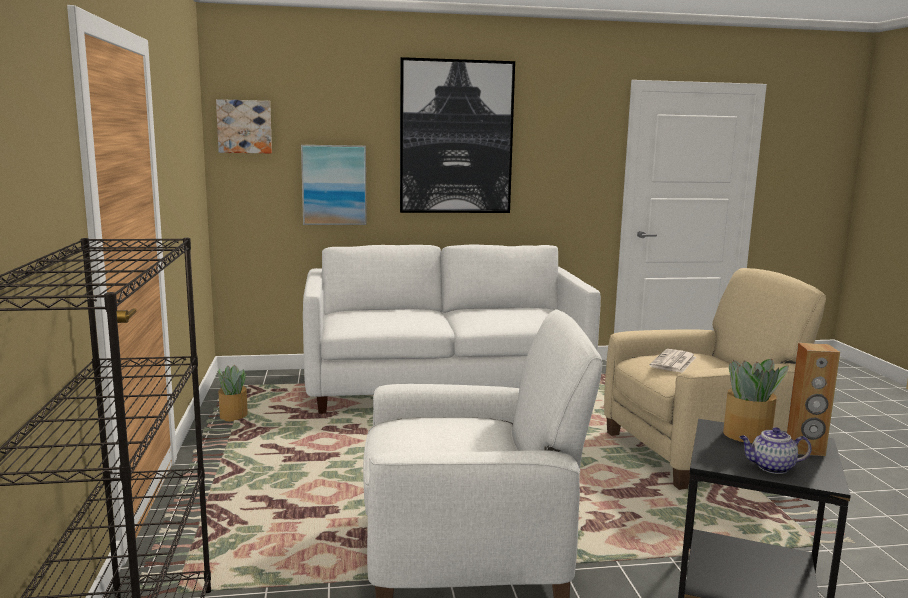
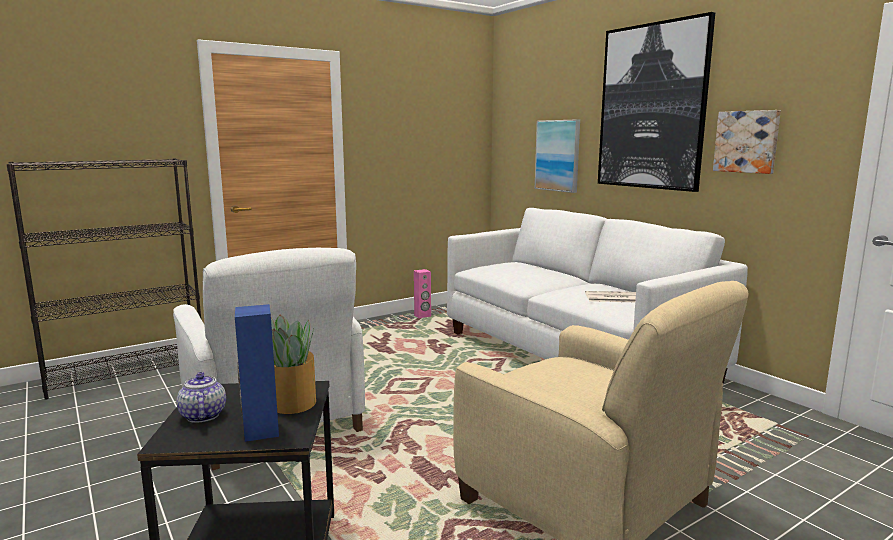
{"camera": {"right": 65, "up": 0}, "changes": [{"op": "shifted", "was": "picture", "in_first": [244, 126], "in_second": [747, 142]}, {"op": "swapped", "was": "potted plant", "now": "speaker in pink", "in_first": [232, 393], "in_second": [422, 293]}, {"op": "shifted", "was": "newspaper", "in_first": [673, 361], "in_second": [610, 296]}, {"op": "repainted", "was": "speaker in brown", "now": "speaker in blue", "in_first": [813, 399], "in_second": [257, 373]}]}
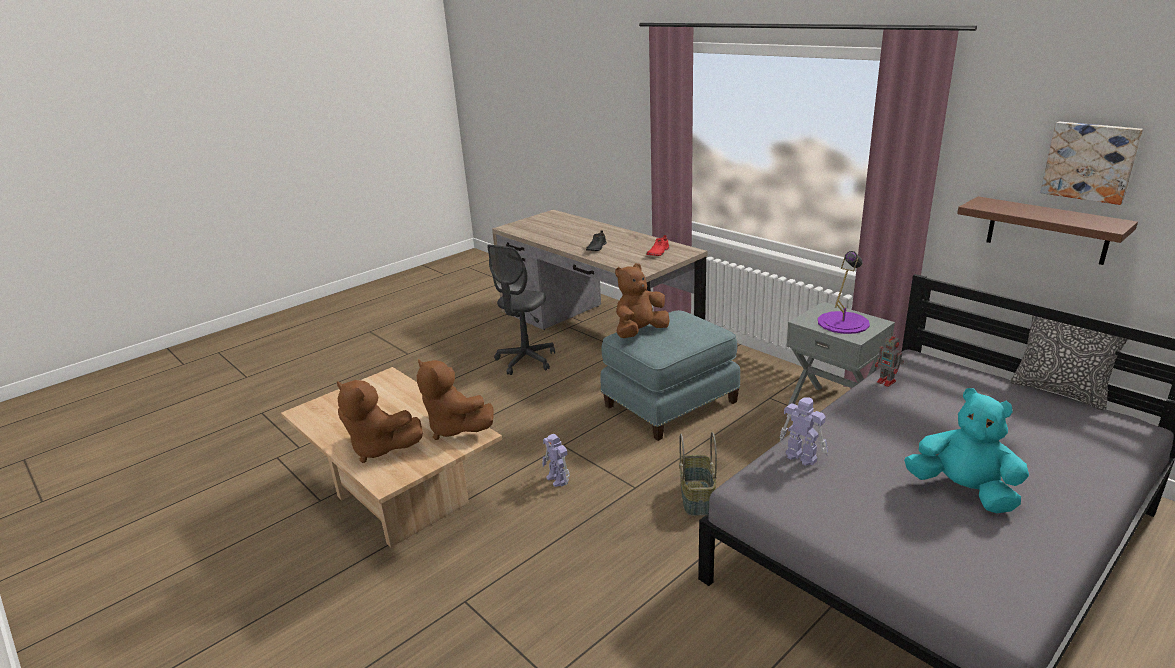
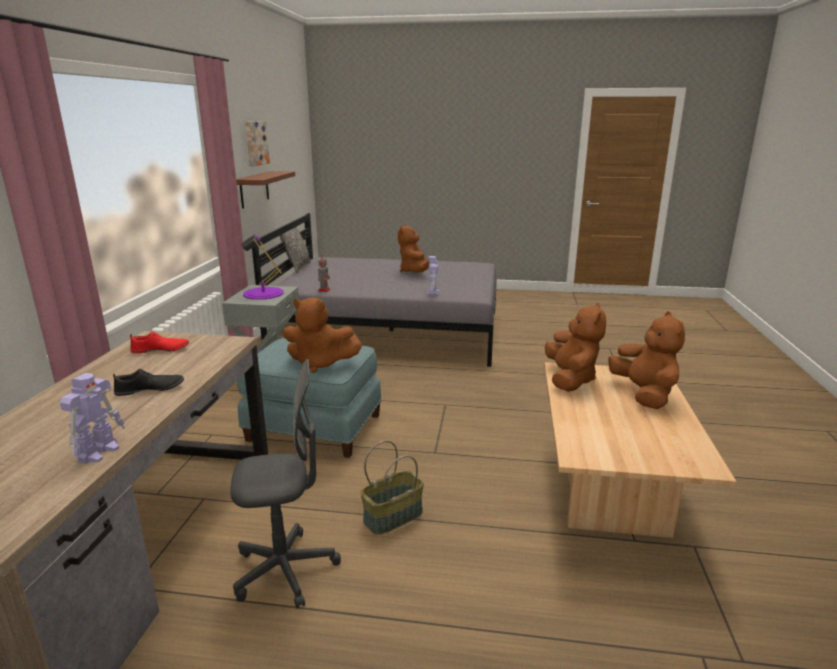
{"camera": {"right": -130, "up": -5}, "changes": [{"op": "shifted", "was": "toy robot", "in_first": [556, 460], "in_second": [92, 418]}, {"op": "shifted", "was": "basket", "in_first": [698, 474], "in_second": [392, 487]}, {"op": "repainted", "was": "plush toy in turquoise", "now": "plush toy in brown", "in_first": [966, 450], "in_second": [413, 249]}]}
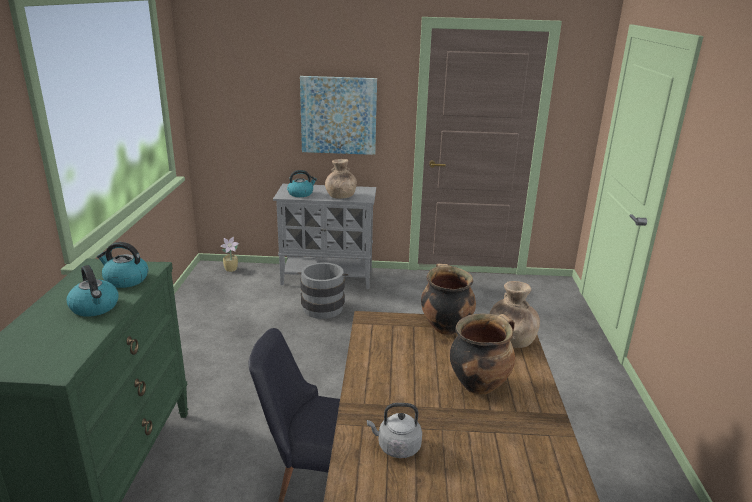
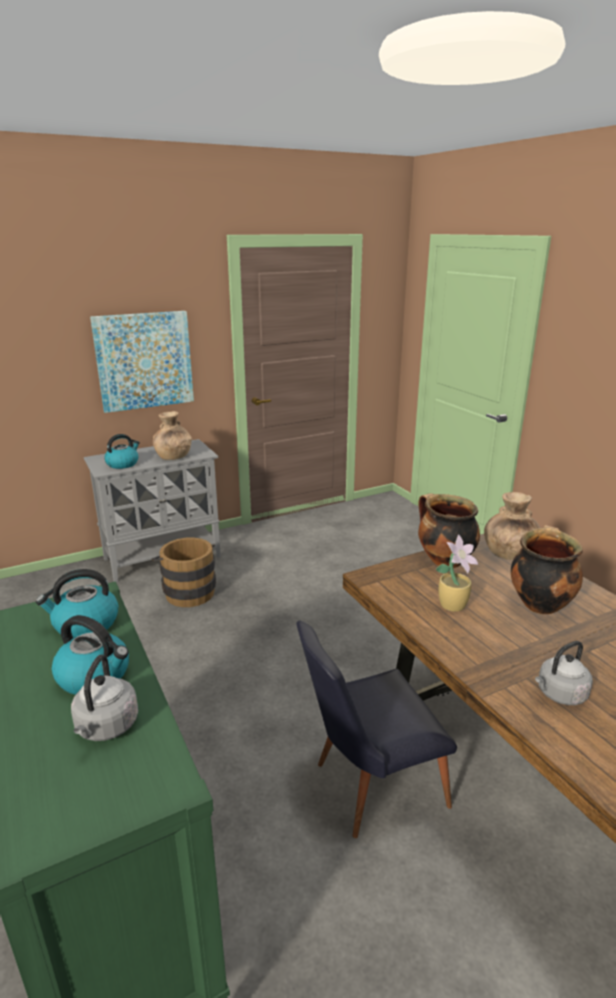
{"camera": {"right": -30, "up": 0}, "changes": [{"op": "shifted", "was": "potted plant", "in_first": [229, 254], "in_second": [456, 573]}, {"op": "repainted", "was": "bucket in grey", "now": "bucket in brown", "in_first": [322, 290], "in_second": [184, 572]}, {"op": "new", "now": "kettle in grey", "in_second": [104, 698]}]}
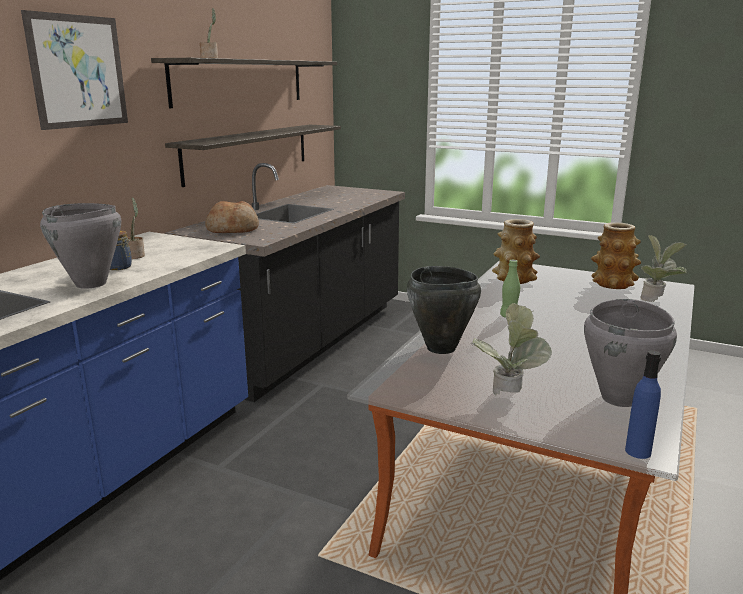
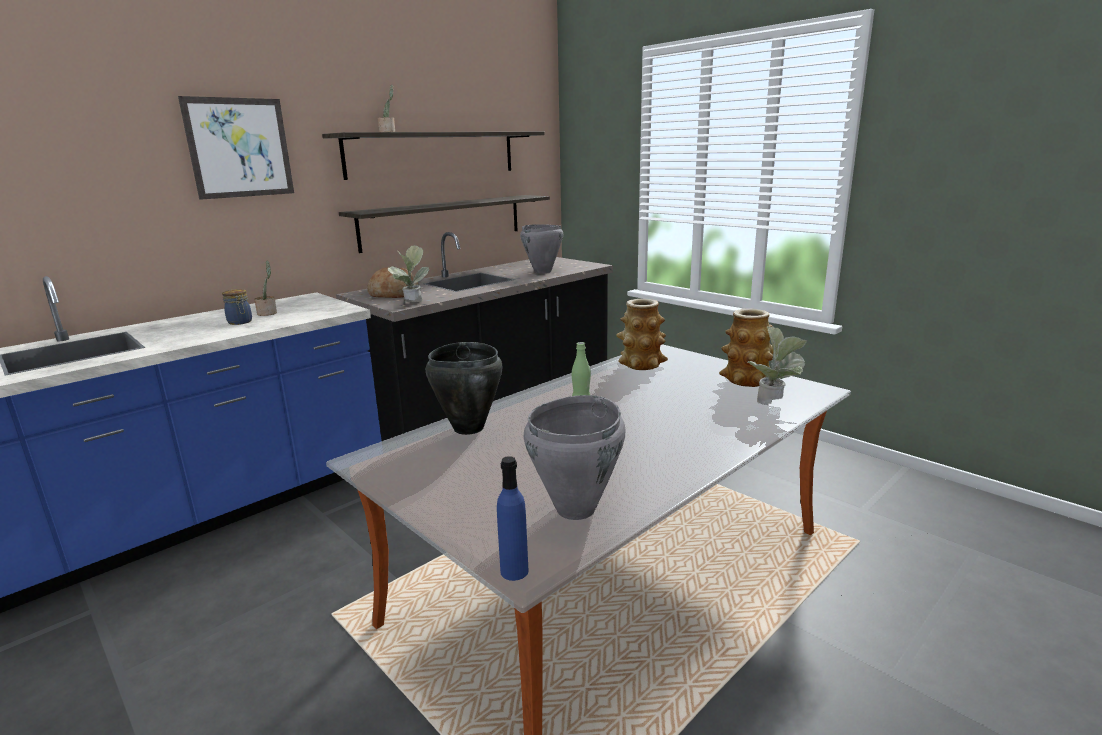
{"camera": {"right": 20, "up": 0}, "changes": [{"op": "shifted", "was": "cooking pot in grey", "in_first": [80, 246], "in_second": [541, 248]}, {"op": "shifted", "was": "potted plant", "in_first": [512, 349], "in_second": [408, 274]}]}
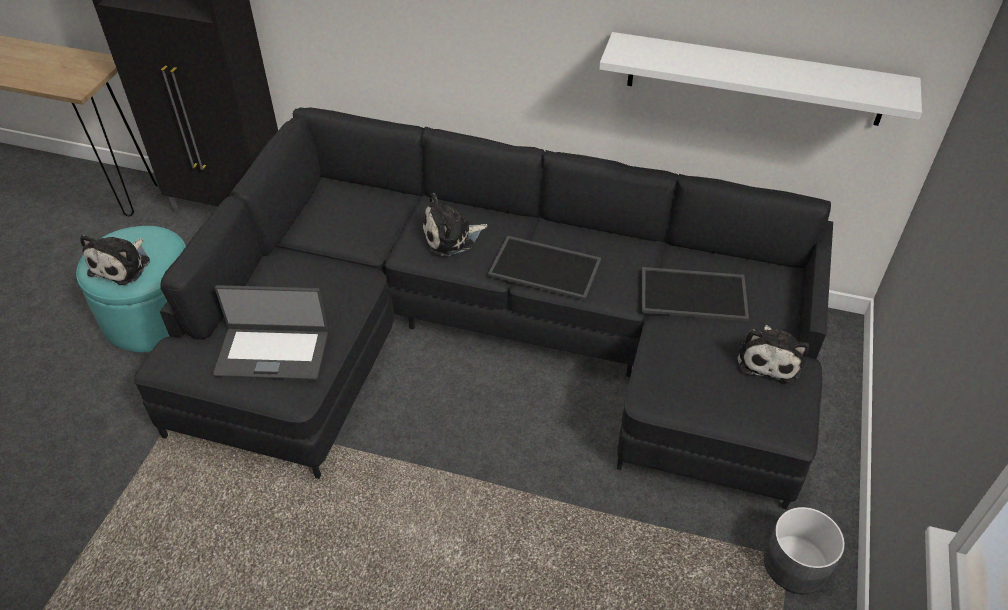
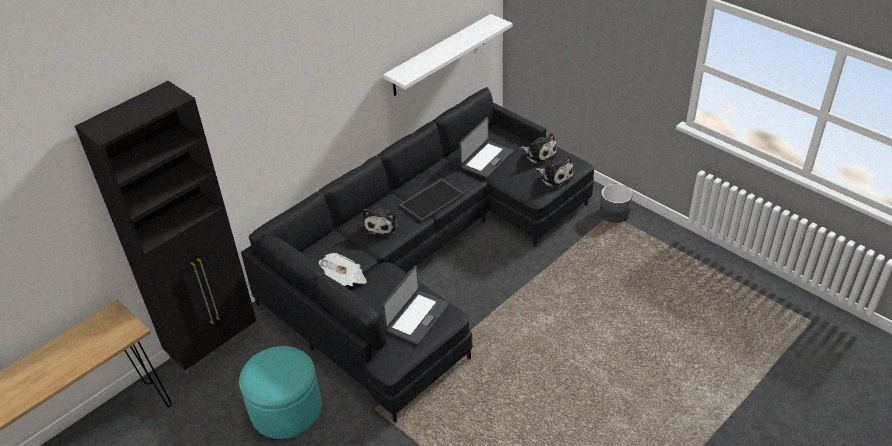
{"camera": {"right": -60, "up": -5}, "changes": [{"op": "shifted", "was": "plush toy", "in_first": [115, 260], "in_second": [555, 172]}, {"op": "swapped", "was": "tray", "now": "laptop", "in_first": [695, 294], "in_second": [486, 147]}, {"op": "new", "now": "newspaper", "in_second": [343, 269]}]}
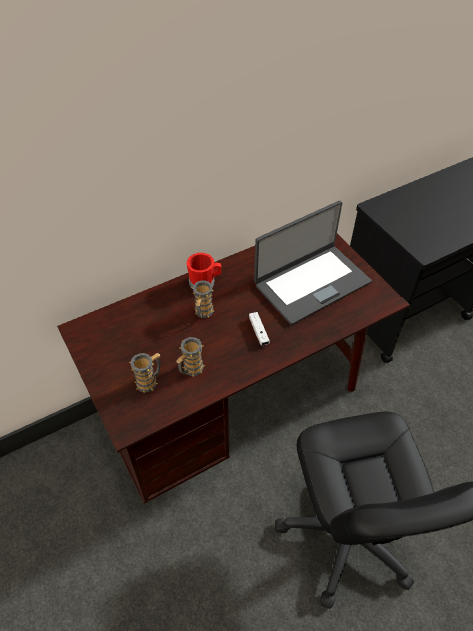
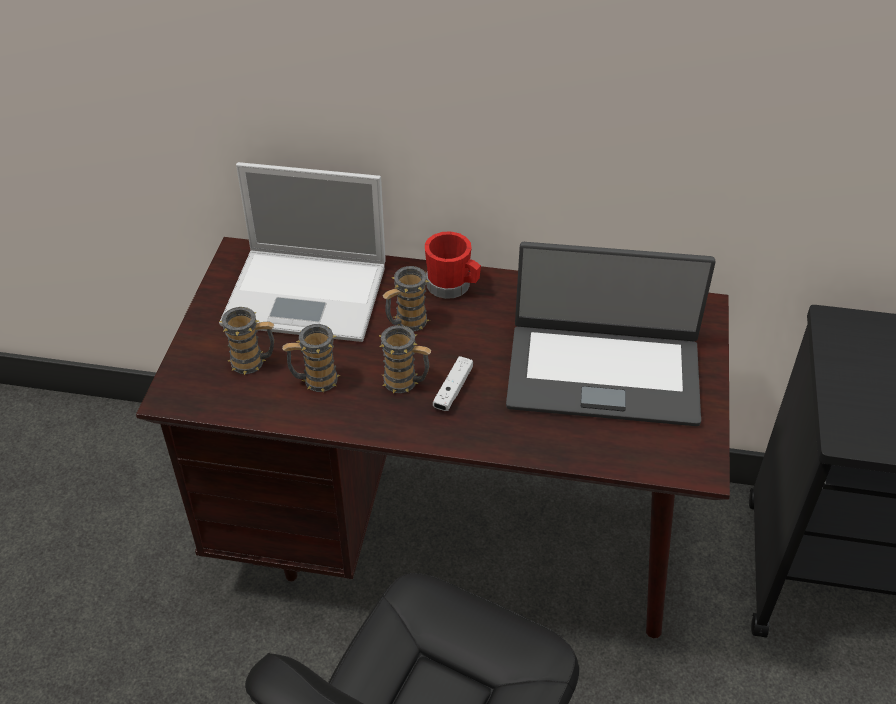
{"camera": {"right": 40, "up": -5}, "changes": [{"op": "new", "now": "laptop", "in_second": [302, 252]}, {"op": "new", "now": "mug", "in_second": [405, 359]}]}
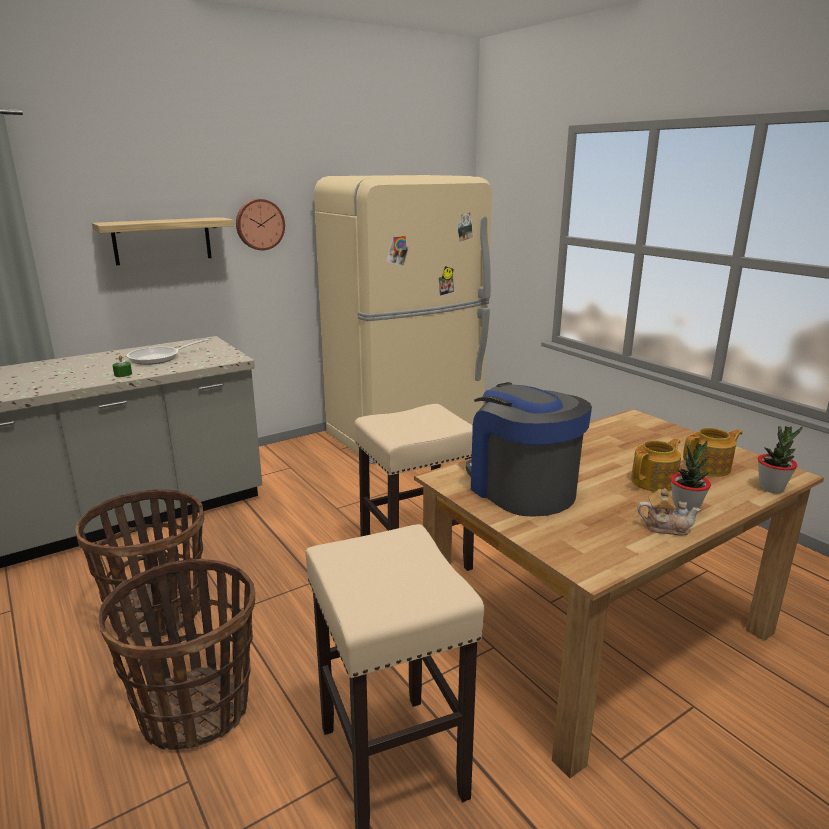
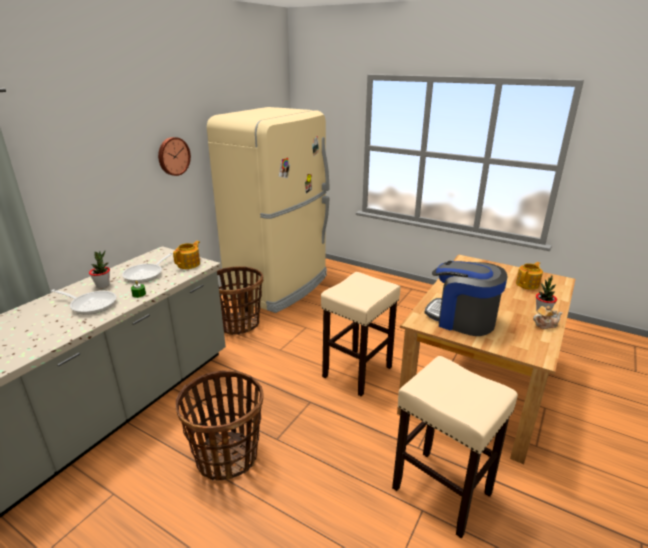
{"camera": {"right": -25, "up": 5}, "changes": [{"op": "gone", "was": "shelf", "in_first": [163, 241]}, {"op": "shifted", "was": "basket", "in_first": [177, 654], "in_second": [240, 300]}, {"op": "shifted", "was": "teapot", "in_first": [656, 465], "in_second": [186, 255]}, {"op": "shifted", "was": "potted plant", "in_first": [780, 459], "in_second": [99, 269]}, {"op": "new", "now": "frying pan", "in_second": [83, 302]}]}
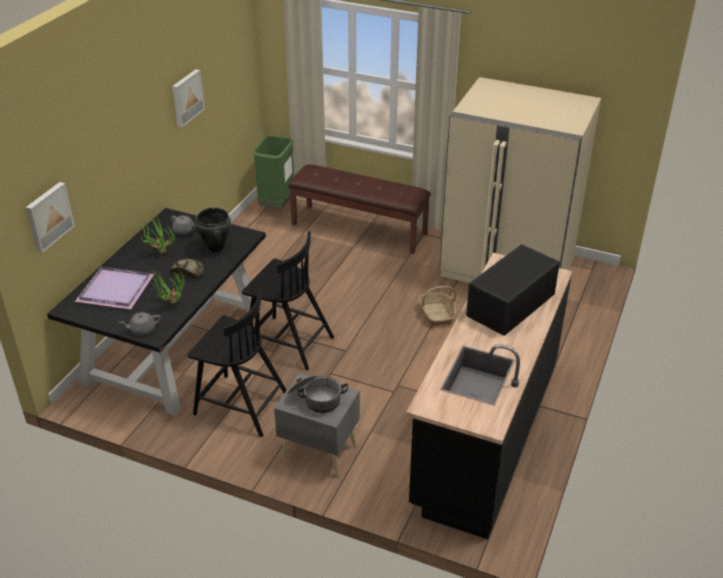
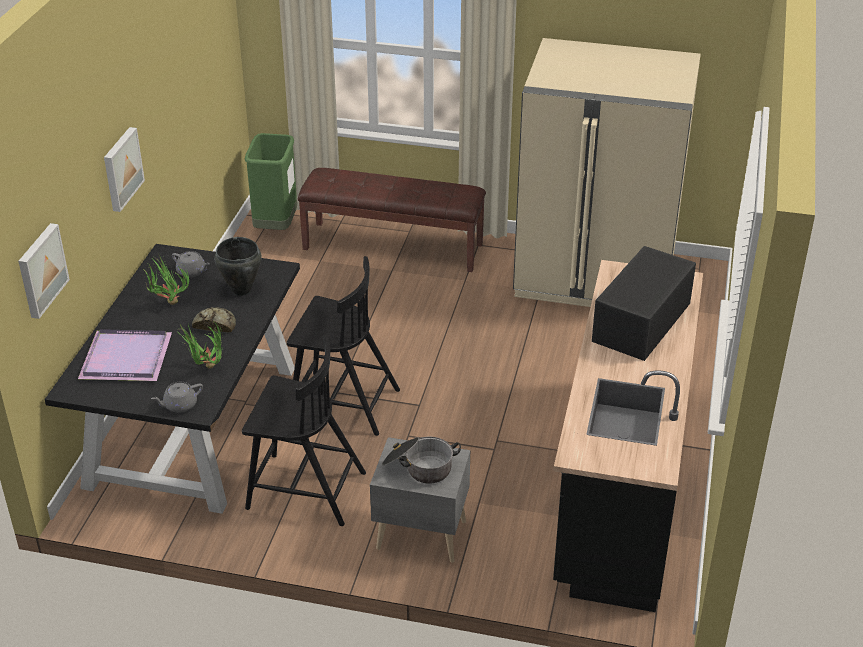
{"camera": {"right": -10, "up": 0}, "changes": [{"op": "shifted", "was": "picture", "in_first": [188, 98], "in_second": [124, 169]}, {"op": "gone", "was": "basket", "in_first": [438, 306]}]}
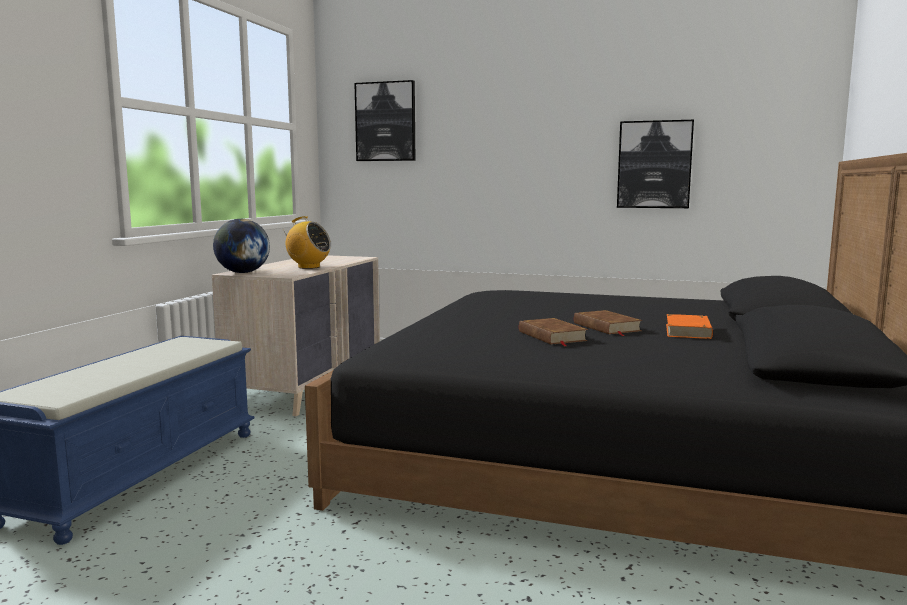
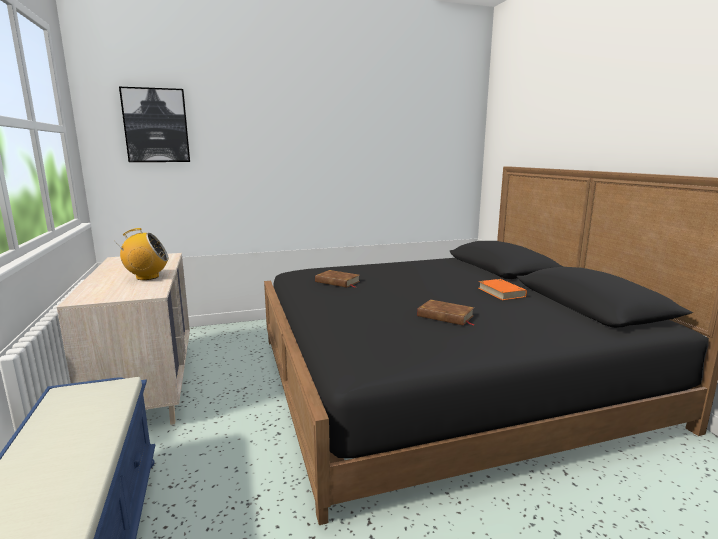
{"camera": {"right": -35, "up": 5}, "changes": [{"op": "gone", "was": "globe", "in_first": [241, 246]}, {"op": "shifted", "was": "book in brown", "in_first": [608, 323], "in_second": [337, 279]}, {"op": "gone", "was": "picture", "in_first": [655, 164]}]}
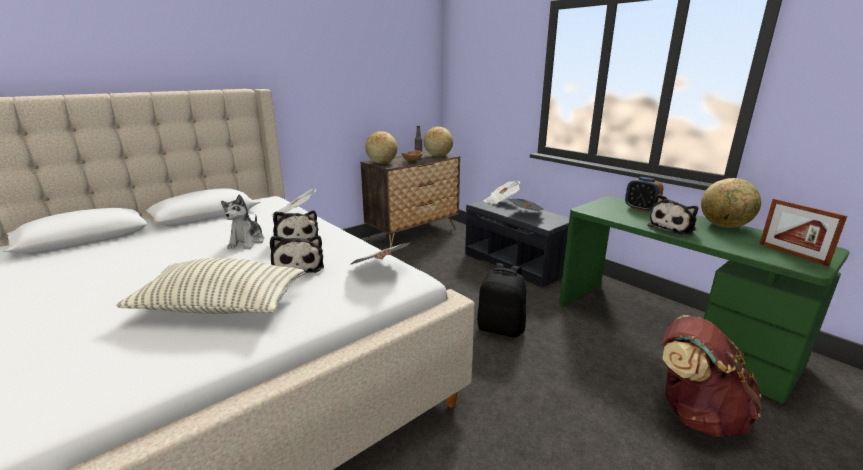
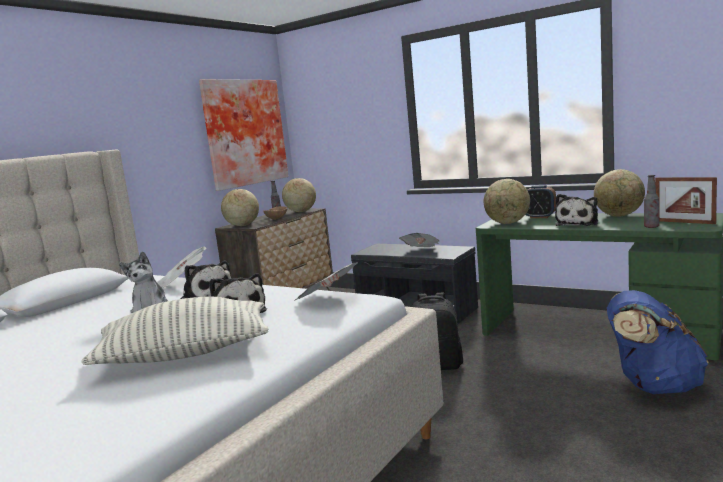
{"camera": {"right": -15, "up": -10}, "changes": [{"op": "gone", "was": "newspaper", "in_first": [502, 192]}, {"op": "repainted", "was": "backpack in brown", "now": "backpack in blue", "in_first": [712, 376], "in_second": [658, 342]}, {"op": "new", "now": "picture", "in_second": [244, 135]}, {"op": "new", "now": "globe", "in_second": [507, 201]}, {"op": "new", "now": "bottle", "in_second": [651, 201]}]}
